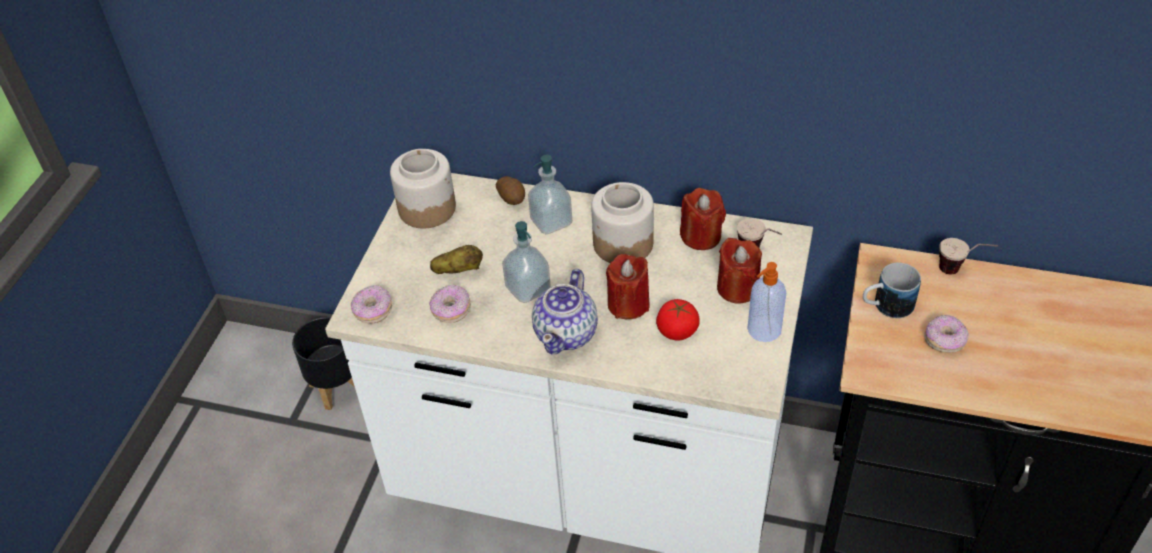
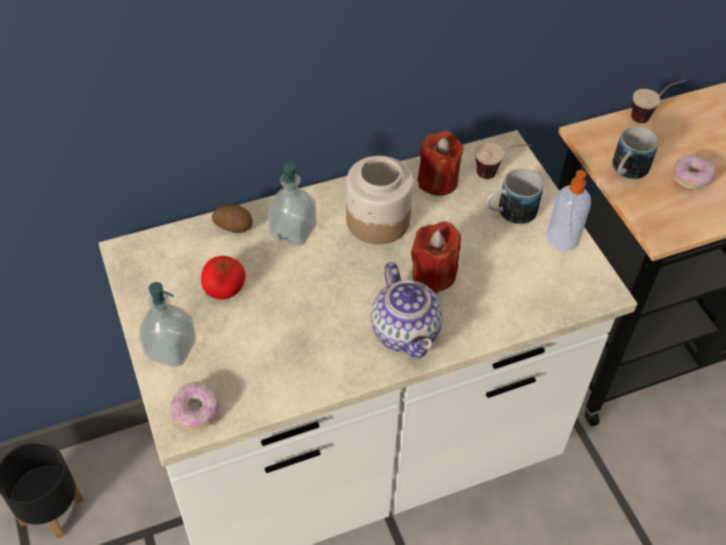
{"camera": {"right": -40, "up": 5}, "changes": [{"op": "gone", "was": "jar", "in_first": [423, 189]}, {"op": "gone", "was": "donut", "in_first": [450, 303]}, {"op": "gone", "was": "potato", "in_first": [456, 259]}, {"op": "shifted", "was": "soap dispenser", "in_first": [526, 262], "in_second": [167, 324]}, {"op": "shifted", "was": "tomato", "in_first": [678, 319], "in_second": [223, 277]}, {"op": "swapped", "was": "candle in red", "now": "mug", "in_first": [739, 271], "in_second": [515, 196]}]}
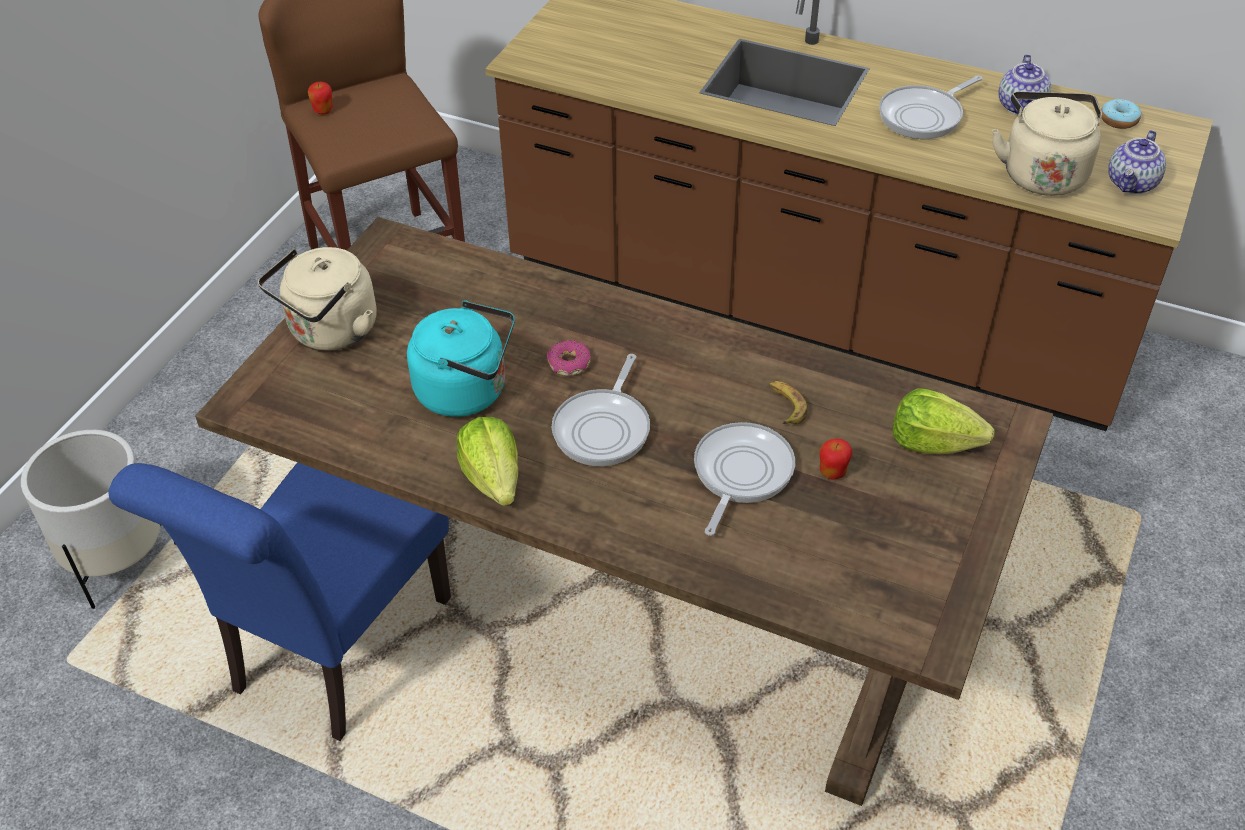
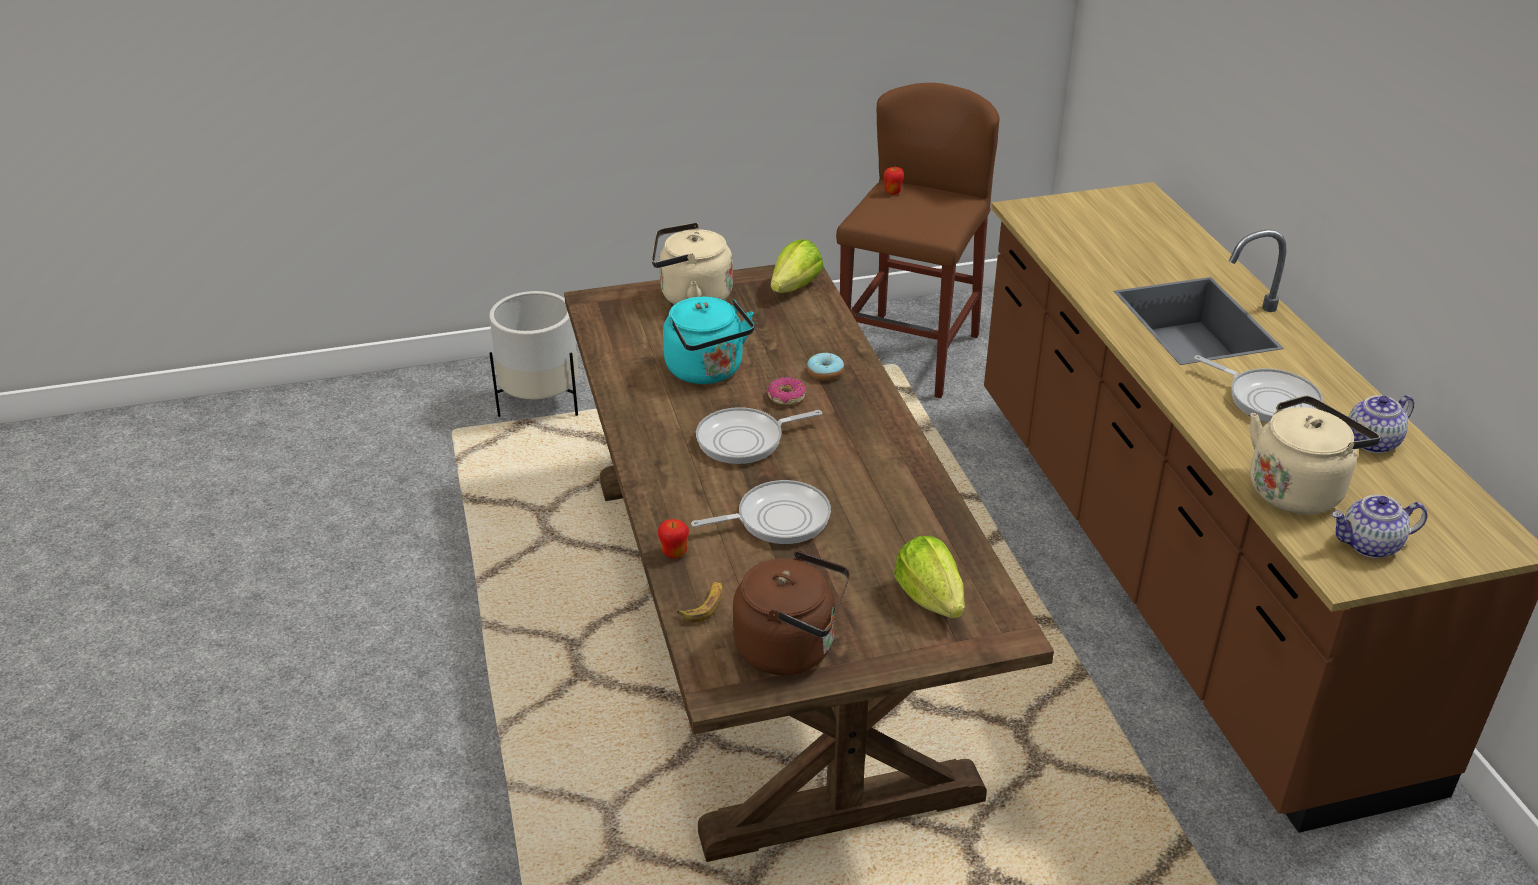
{"camera": {"right": 50, "up": -10}, "changes": [{"op": "gone", "was": "chair in blue", "in_first": [280, 601]}, {"op": "shifted", "was": "lettuce", "in_first": [487, 461], "in_second": [797, 266]}, {"op": "shifted", "was": "banana", "in_first": [788, 402], "in_second": [700, 601]}, {"op": "shifted", "was": "apple", "in_first": [836, 458], "in_second": [673, 539]}, {"op": "rotated", "was": "frying pan", "in_first": [931, 107], "in_second": [1258, 389], "clockwise": -150}, {"op": "shifted", "was": "donut", "in_first": [1121, 114], "in_second": [825, 366]}, {"op": "new", "now": "kettle in brown", "in_second": [791, 613]}]}
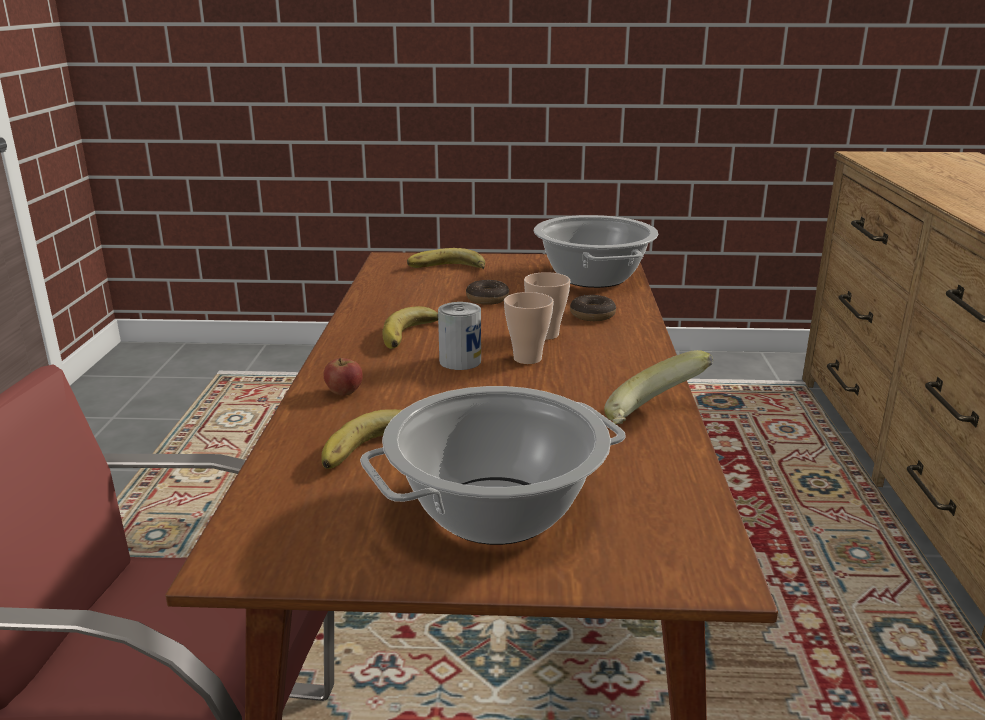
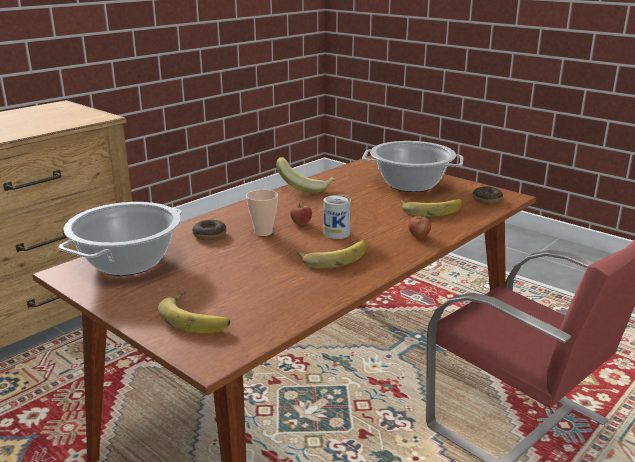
{"camera": {"right": -140, "up": 0}, "changes": [{"op": "shifted", "was": "donut", "in_first": [487, 292], "in_second": [487, 195]}, {"op": "swapped", "was": "cup", "now": "apple", "in_first": [529, 328], "in_second": [301, 214]}]}
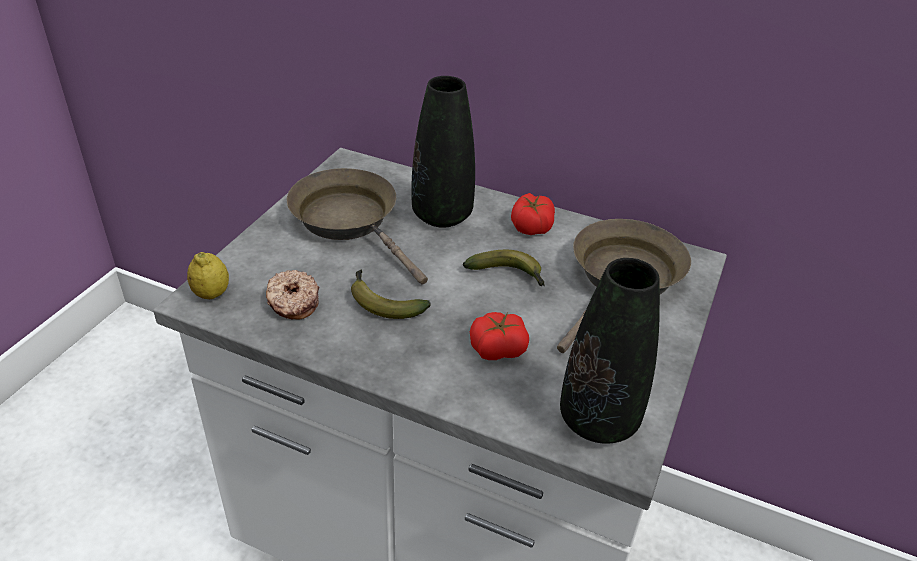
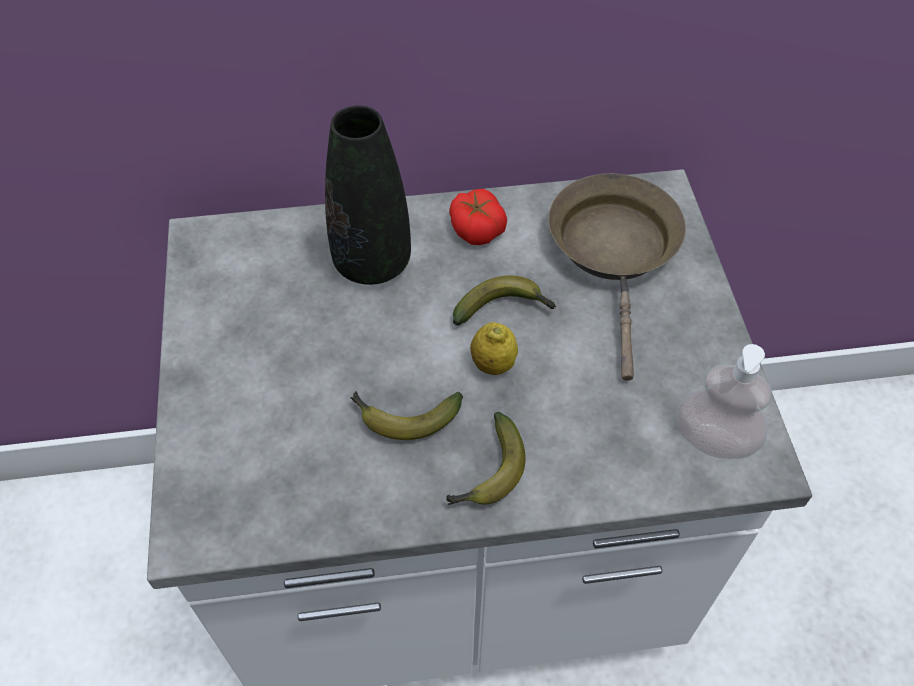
{"camera": {"right": -30, "up": 15}, "changes": [{"op": "shifted", "was": "lemon", "in_first": [208, 275], "in_second": [494, 348]}, {"op": "gone", "was": "donut", "in_first": [292, 295]}, {"op": "gone", "was": "frying pan in brown", "in_first": [357, 226]}, {"op": "gone", "was": "tomato", "in_first": [499, 336]}, {"op": "swapped", "was": "vase in black", "now": "soap dispenser", "in_first": [610, 351], "in_second": [724, 401]}, {"op": "new", "now": "banana", "in_second": [486, 458]}]}
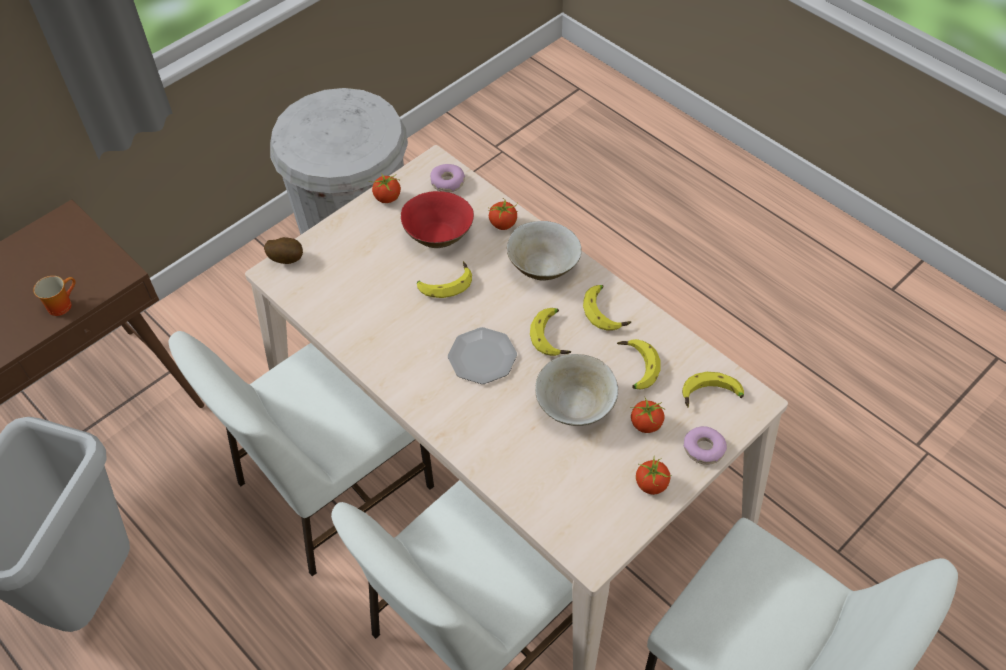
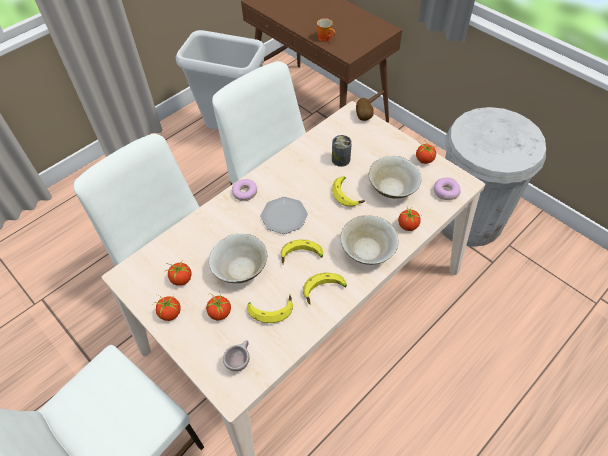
{"camera": {"right": 90, "up": 0}, "changes": [{"op": "repainted", "was": "bowl in red", "now": "bowl in beige", "in_first": [437, 219], "in_second": [395, 177]}, {"op": "swapped", "was": "banana", "now": "cup in beige", "in_first": [713, 390], "in_second": [236, 355]}, {"op": "shifted", "was": "donut", "in_first": [705, 445], "in_second": [244, 190]}, {"op": "new", "now": "tomato", "in_second": [179, 274]}, {"op": "new", "now": "can", "in_second": [342, 151]}]}
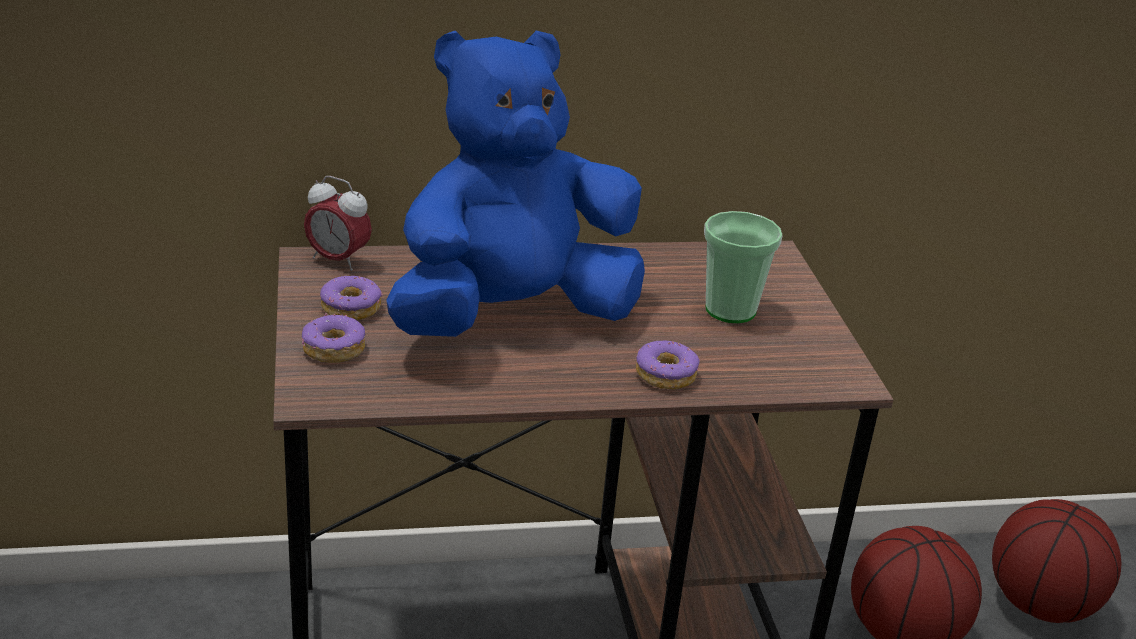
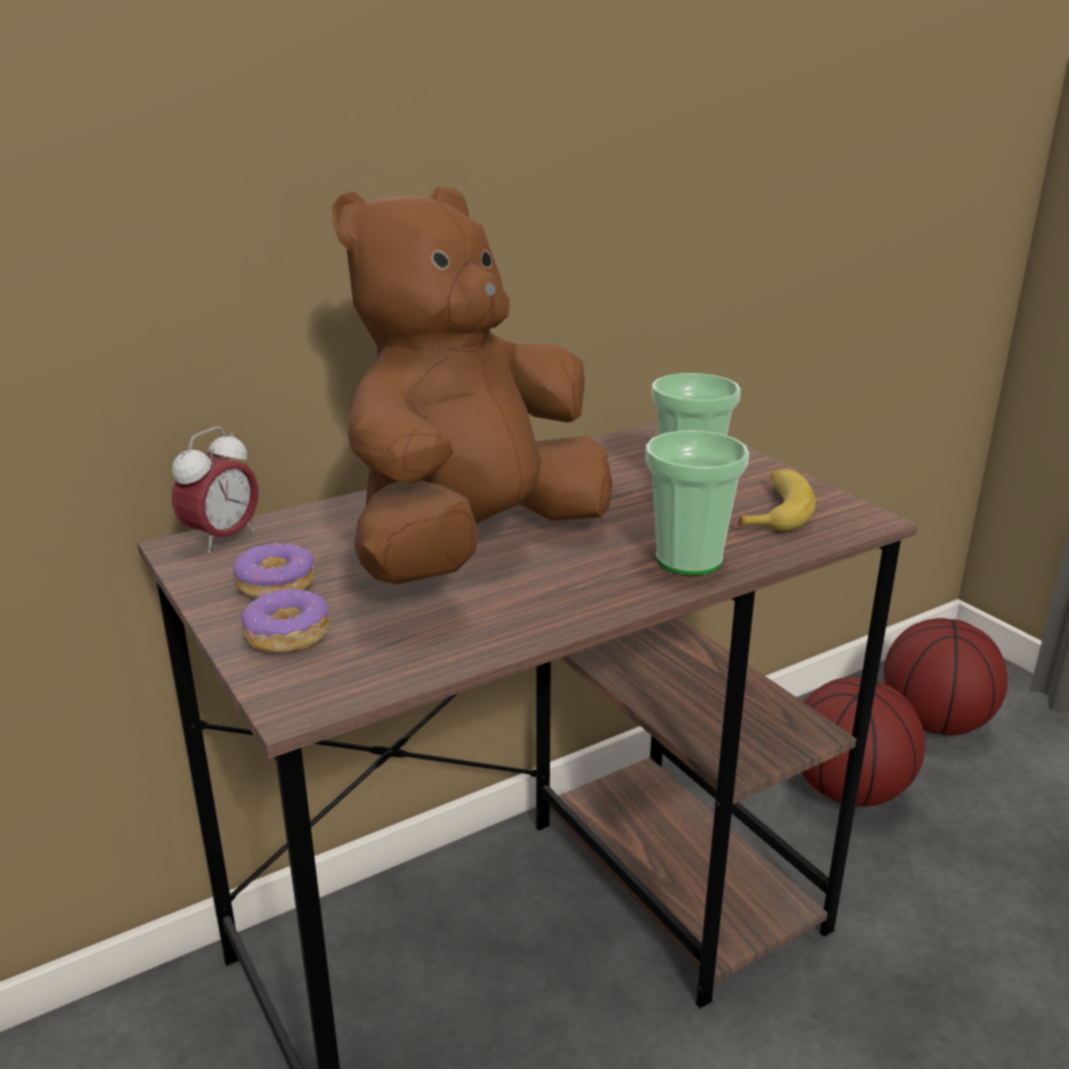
{"camera": {"right": -20, "up": -5}, "changes": [{"op": "rotated", "was": "alarm clock", "in_first": [338, 223], "in_second": [215, 490], "clockwise": -60}, {"op": "repainted", "was": "plush toy in blue", "now": "plush toy in brown", "in_first": [515, 183], "in_second": [472, 385]}, {"op": "swapped", "was": "donut", "now": "cup", "in_first": [668, 365], "in_second": [697, 503]}, {"op": "new", "now": "banana", "in_second": [777, 500]}]}
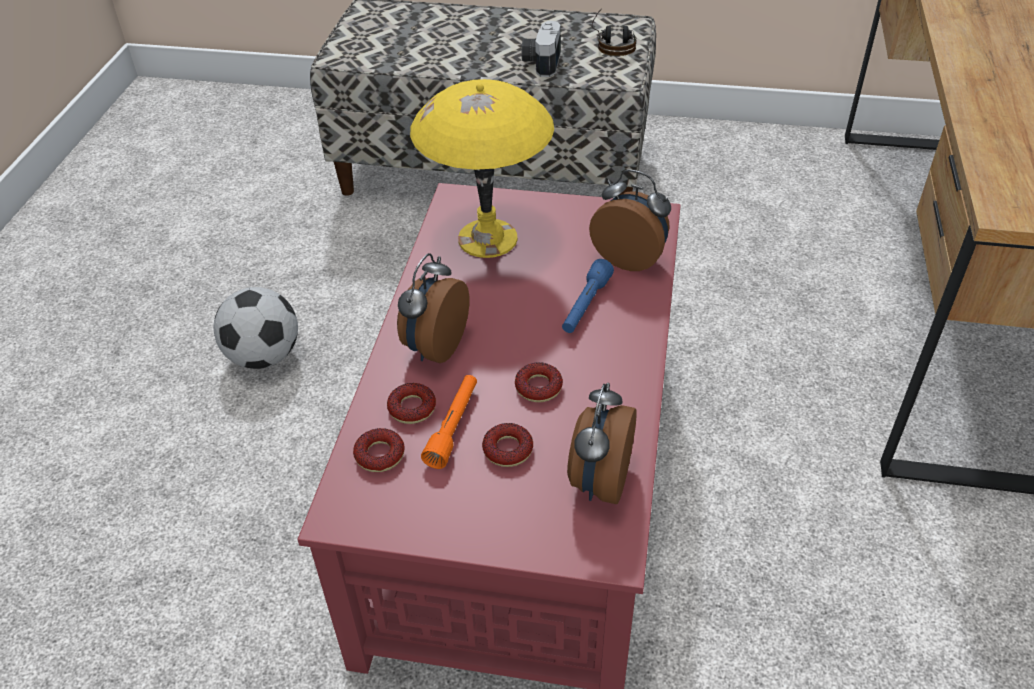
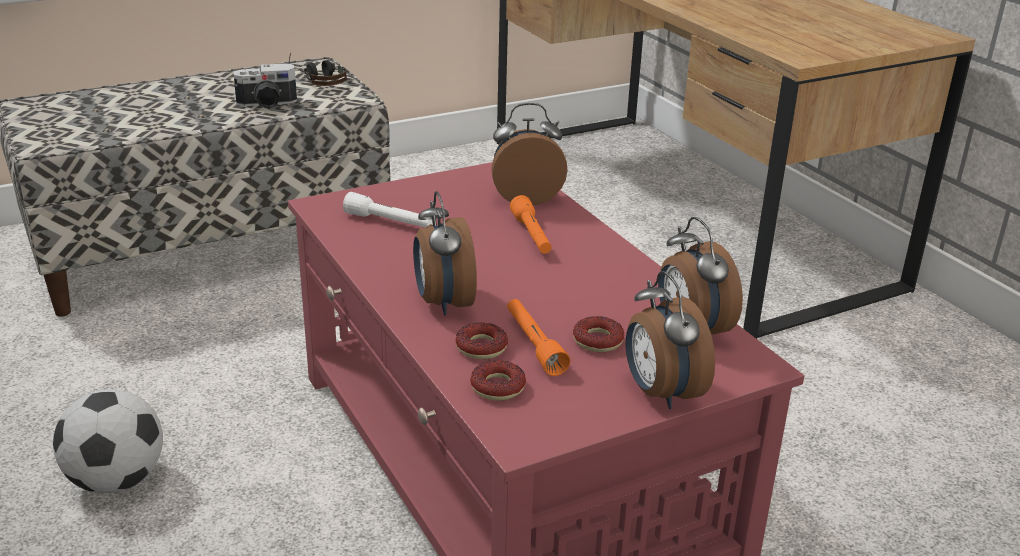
{"camera": {"right": -40, "up": -15}, "changes": [{"op": "swapped", "was": "table lamp in yellow", "now": "flashlight in white", "in_first": [482, 168], "in_second": [388, 210]}, {"op": "gone", "was": "donut", "in_first": [539, 382]}, {"op": "rotated", "was": "photo camera", "in_first": [541, 49], "in_second": [265, 86], "clockwise": -75}, {"op": "repainted", "was": "flashlight in blue", "now": "flashlight in orange", "in_first": [588, 296], "in_second": [531, 224]}, {"op": "new", "now": "alarm clock", "in_second": [670, 340]}]}
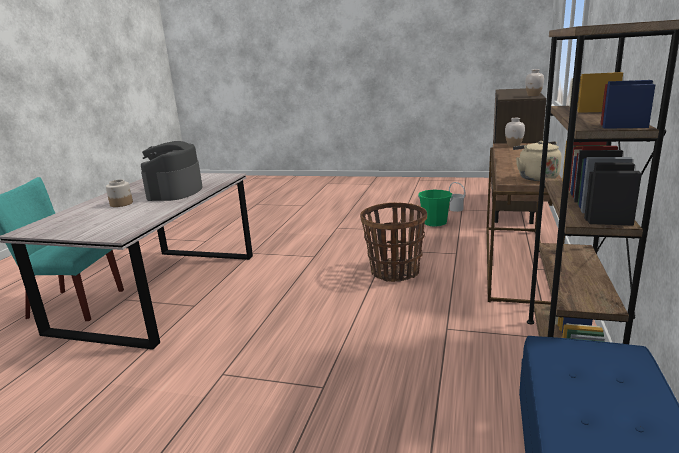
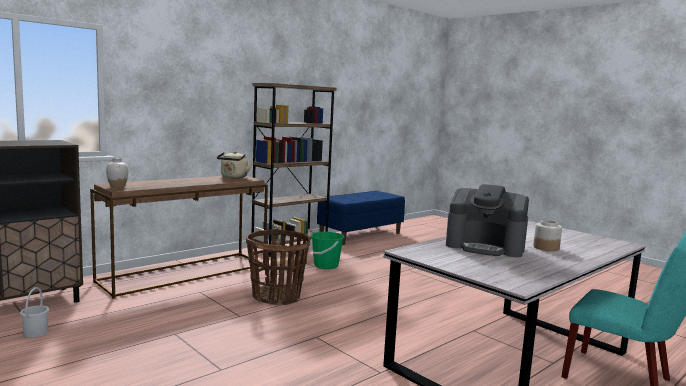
{"camera": {"right": -150, "up": -10}, "changes": [{"op": "rotated", "was": "coffee machine", "in_first": [172, 171], "in_second": [487, 220], "clockwise": 75}, {"op": "shifted", "was": "bucket in green", "in_first": [435, 208], "in_second": [327, 250]}, {"op": "gone", "was": "vase in white", "in_first": [534, 82]}]}
